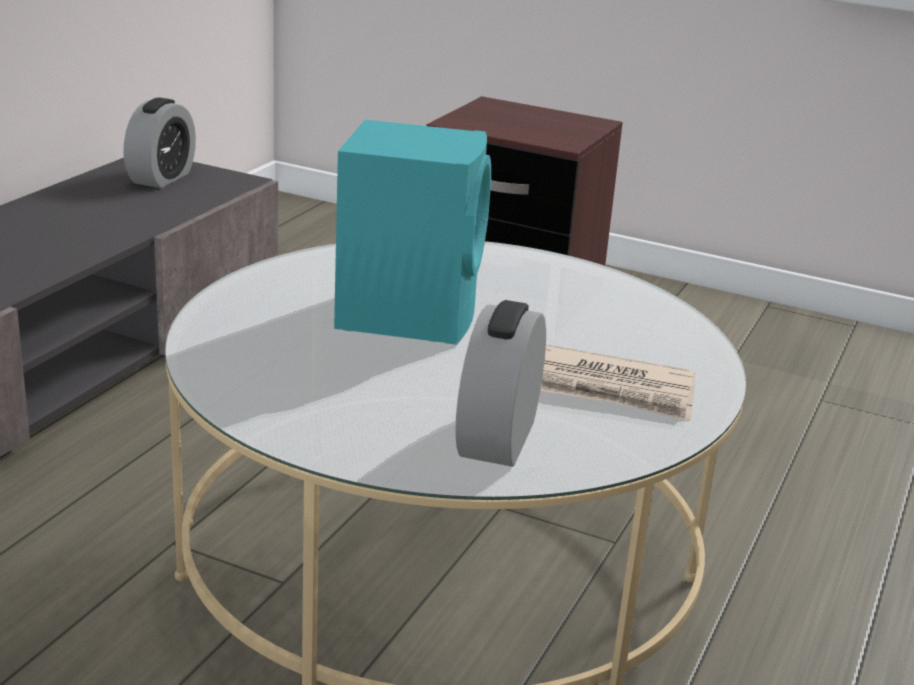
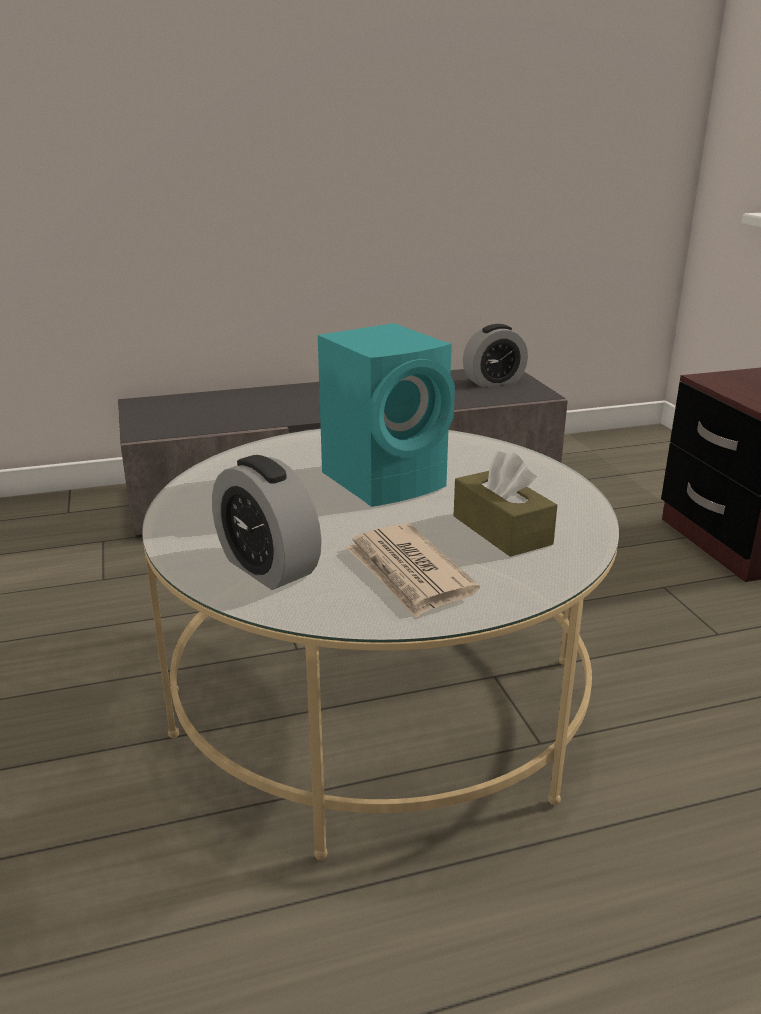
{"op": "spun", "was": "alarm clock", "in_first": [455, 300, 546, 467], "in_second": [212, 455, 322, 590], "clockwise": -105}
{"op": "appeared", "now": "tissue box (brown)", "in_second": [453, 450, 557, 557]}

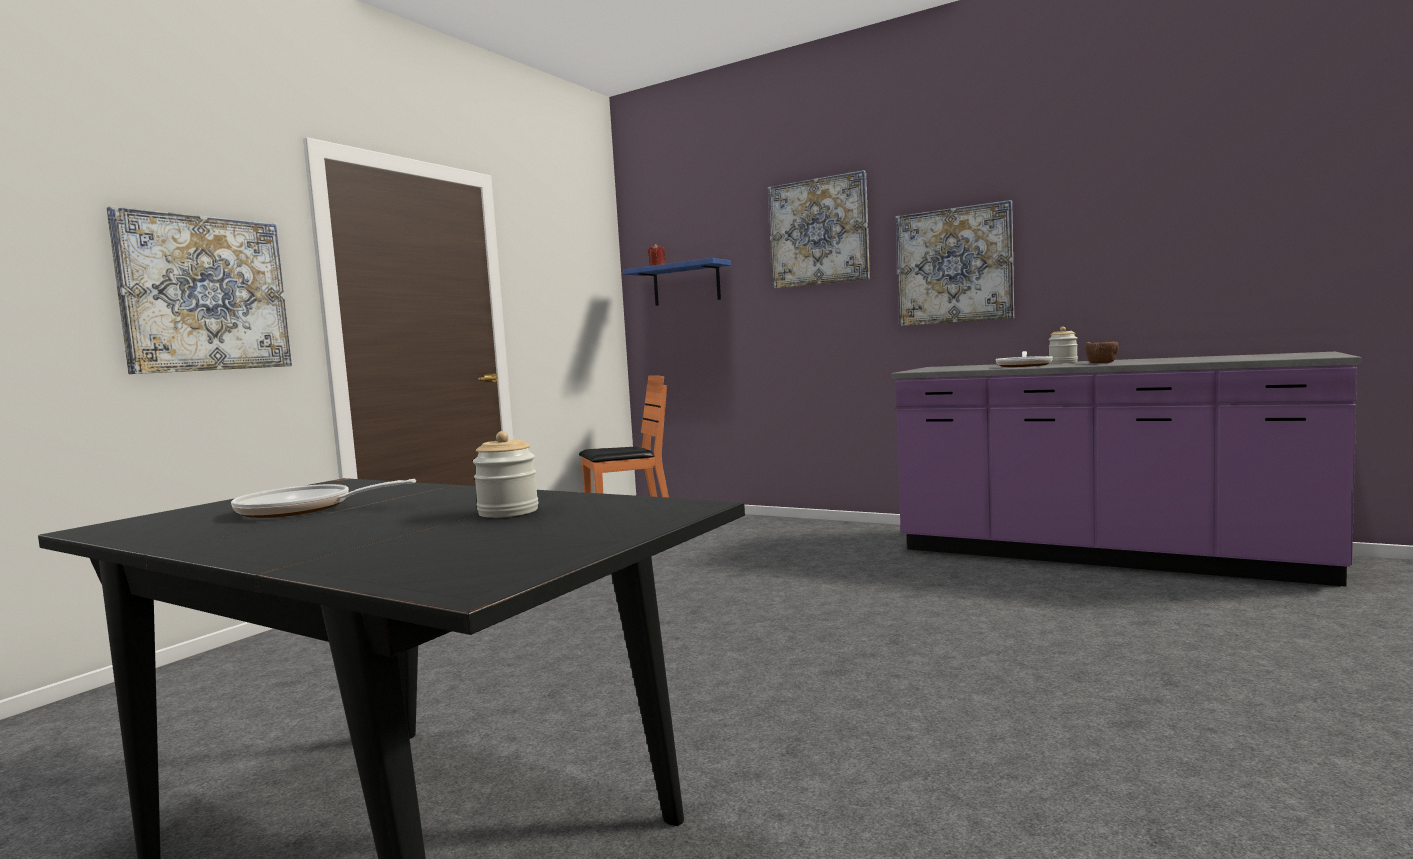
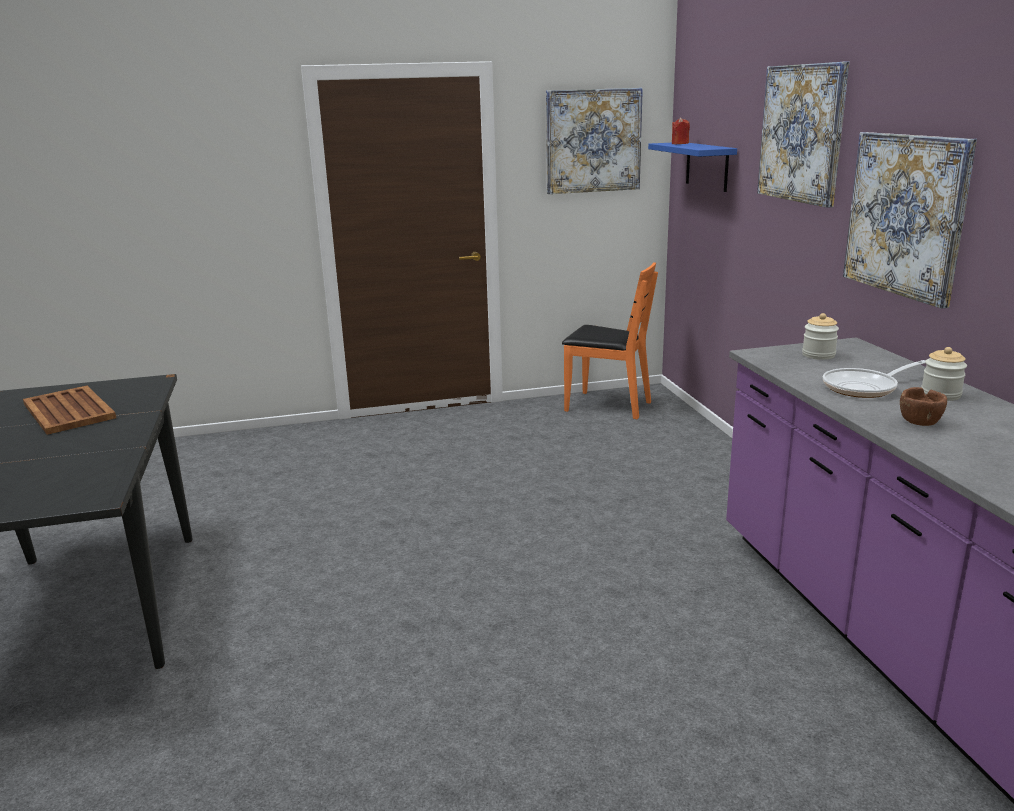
{"op": "relocated", "was": "picture", "in_first": [107, 206, 292, 374], "in_second": [546, 88, 643, 194]}
{"op": "relocated", "was": "jar", "in_first": [473, 431, 539, 518], "in_second": [802, 313, 839, 360]}
{"op": "exchanged", "was": "frying pan", "now": "tray (brown)", "in_first": [231, 479, 416, 518], "in_second": [23, 385, 116, 435]}

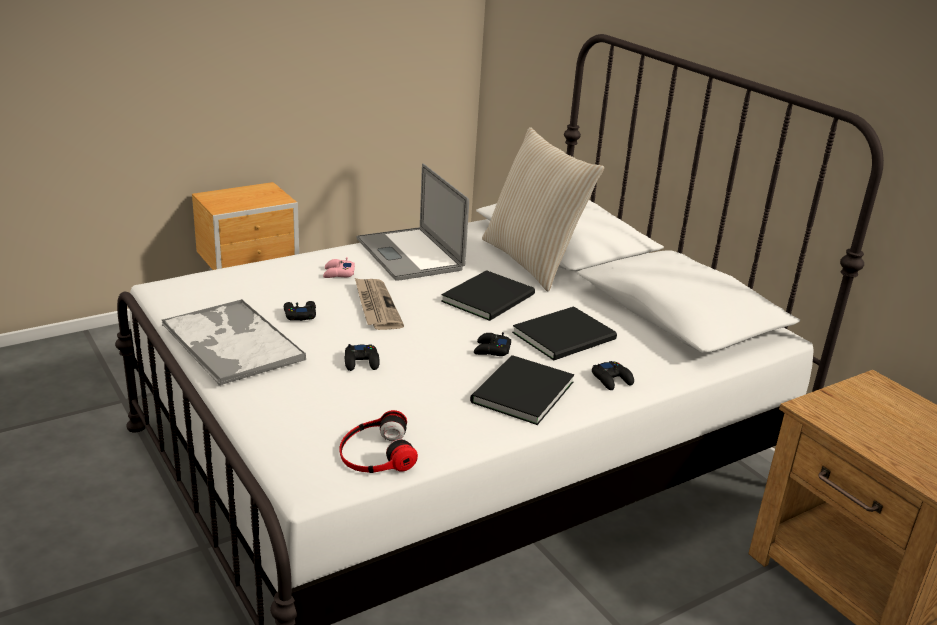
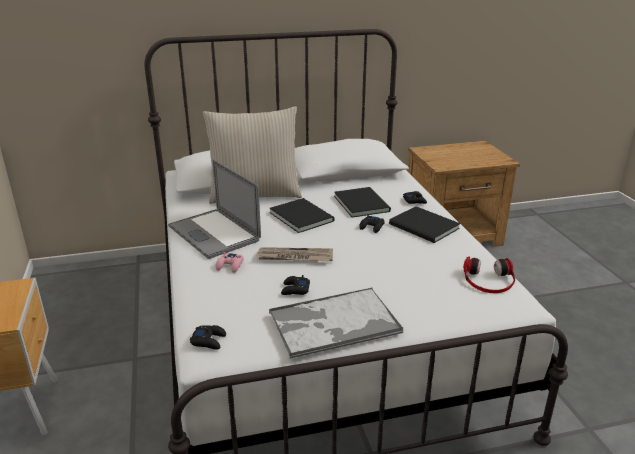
{"op": "spun", "was": "laptop", "in_first": [357, 163, 469, 281], "in_second": [168, 159, 261, 259], "clockwise": 60}
{"op": "relocated", "was": "game controller (black)", "in_first": [345, 344, 380, 371], "in_second": [190, 325, 226, 350]}

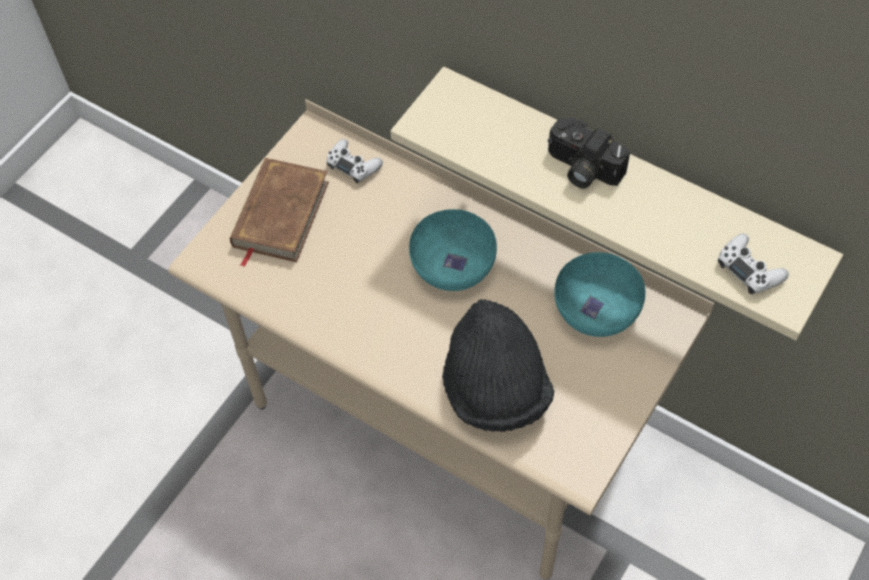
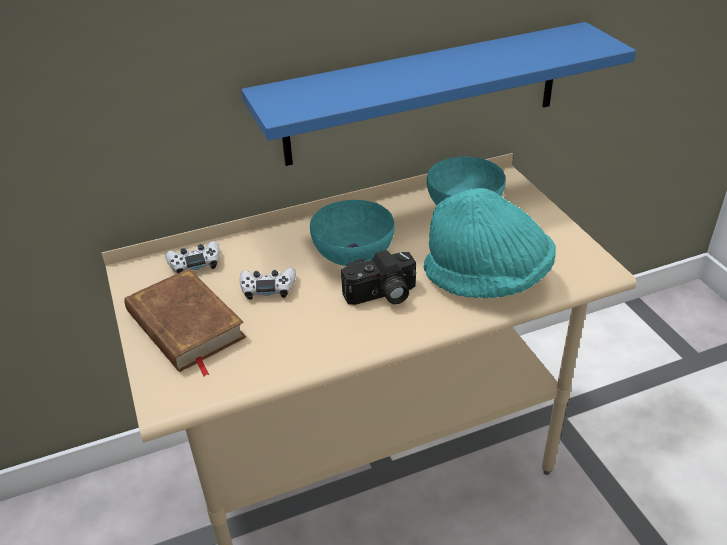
{"op": "colour", "was": "shelf (beige)", "now": "shelf (blue)", "in_first": [391, 67, 843, 340], "in_second": [241, 22, 636, 166]}
{"op": "relocated", "was": "photo camera", "in_first": [548, 117, 630, 189], "in_second": [341, 250, 416, 305]}
{"op": "relocated", "was": "game controller (white)", "in_first": [718, 234, 789, 294], "in_second": [239, 268, 296, 300]}
{"op": "colour", "was": "hat (black)", "now": "hat (turquoise)", "in_first": [442, 299, 554, 432], "in_second": [424, 188, 556, 298]}

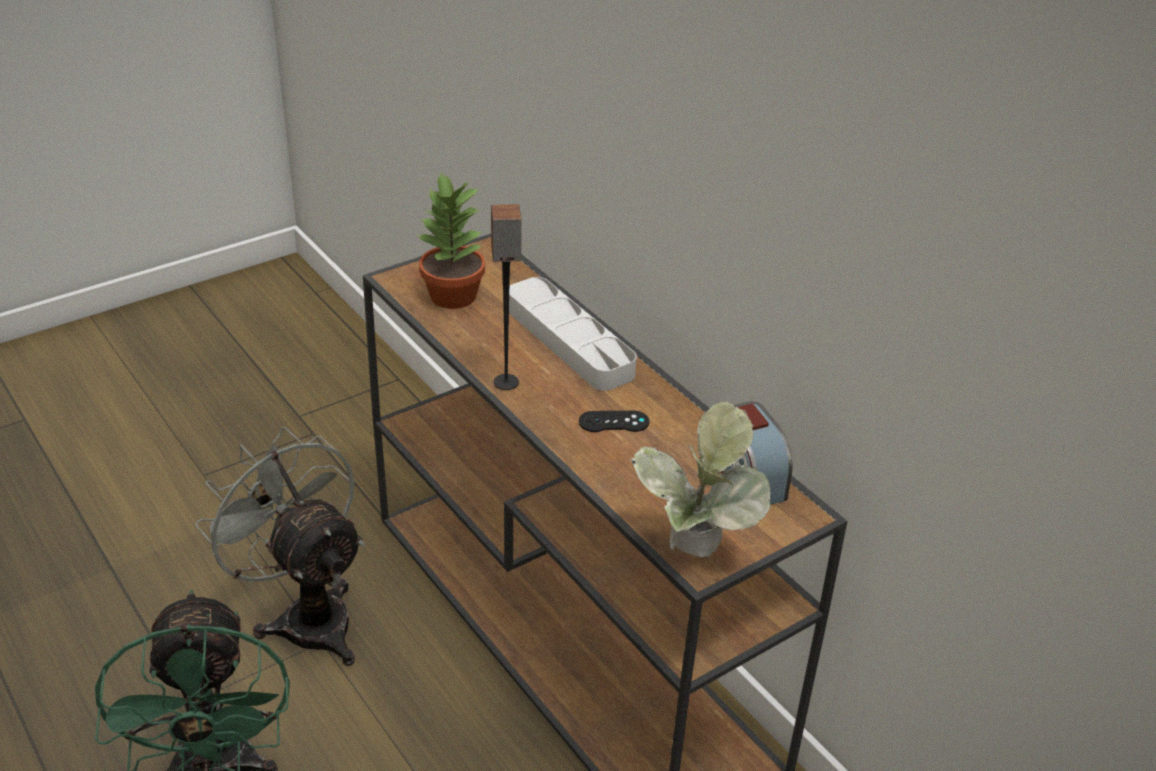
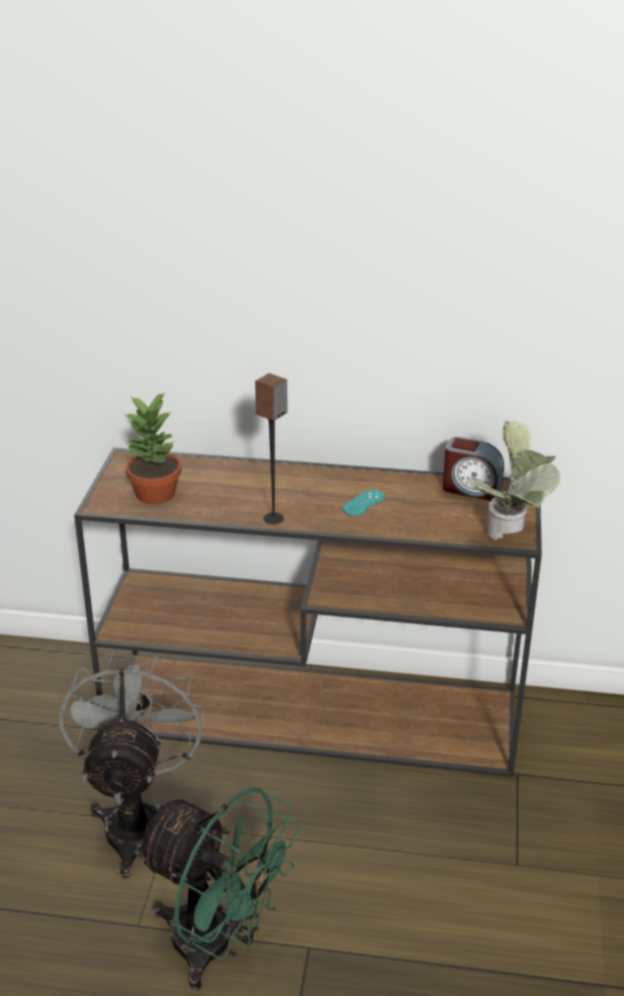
{"op": "missing", "was": "tray (grey)", "in_first": [509, 277, 637, 391]}
{"op": "colour", "was": "game controller (black)", "now": "game controller (turquoise)", "in_first": [579, 411, 650, 432], "in_second": [343, 490, 385, 516]}
{"op": "spun", "was": "fan (grey)", "in_first": [195, 427, 365, 666], "in_second": [59, 651, 204, 878], "clockwise": 90}

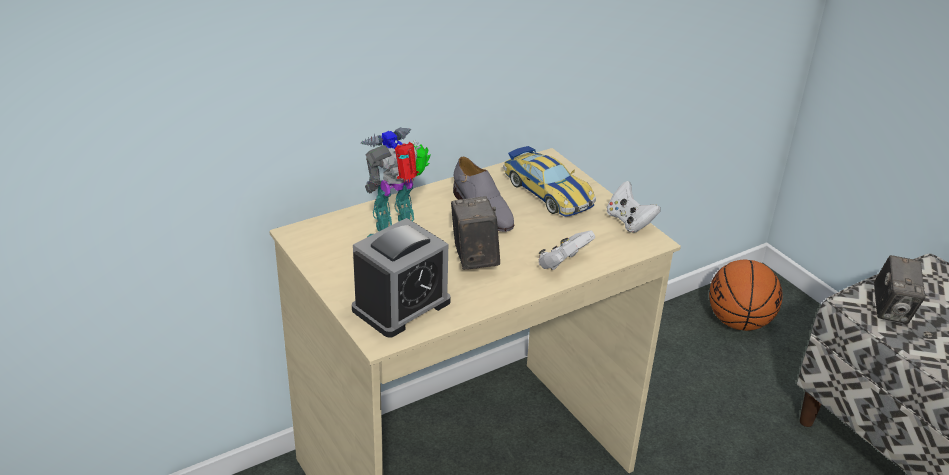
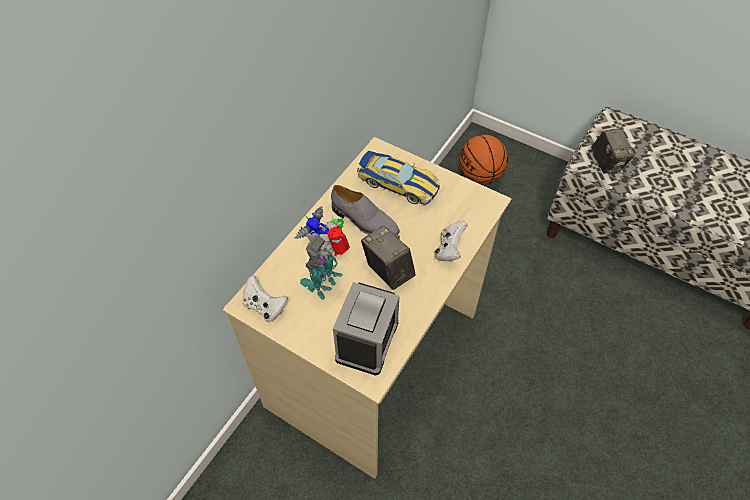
{"op": "relocated", "was": "game controller (white)", "in_first": [607, 181, 661, 233], "in_second": [243, 275, 288, 322]}

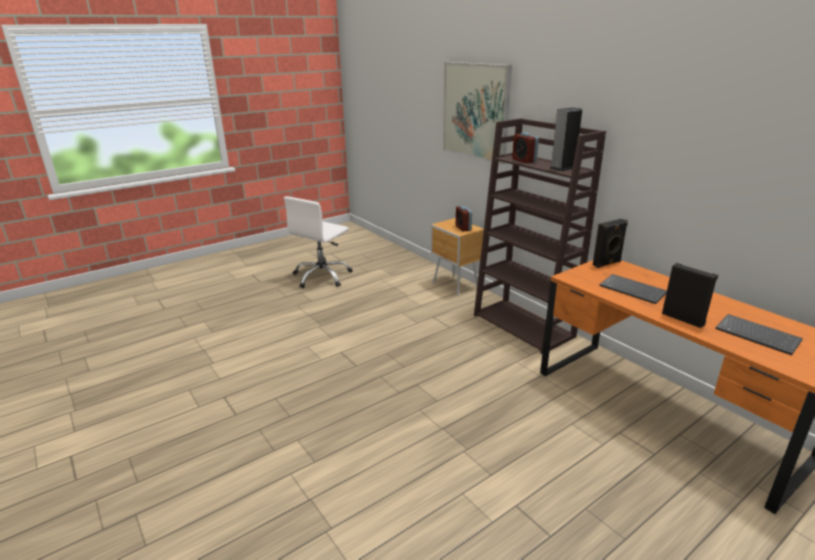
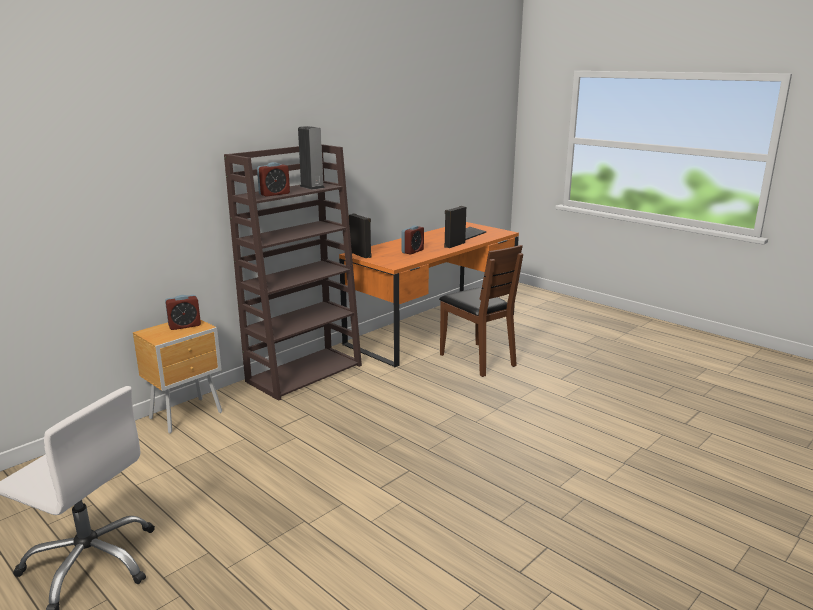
{"op": "missing", "was": "picture", "in_first": [443, 62, 512, 164]}
{"op": "exchanged", "was": "keyboard", "now": "alarm clock", "in_first": [599, 274, 667, 304], "in_second": [402, 226, 424, 255]}
{"op": "appeared", "now": "chair (brown)", "in_second": [439, 245, 523, 377]}

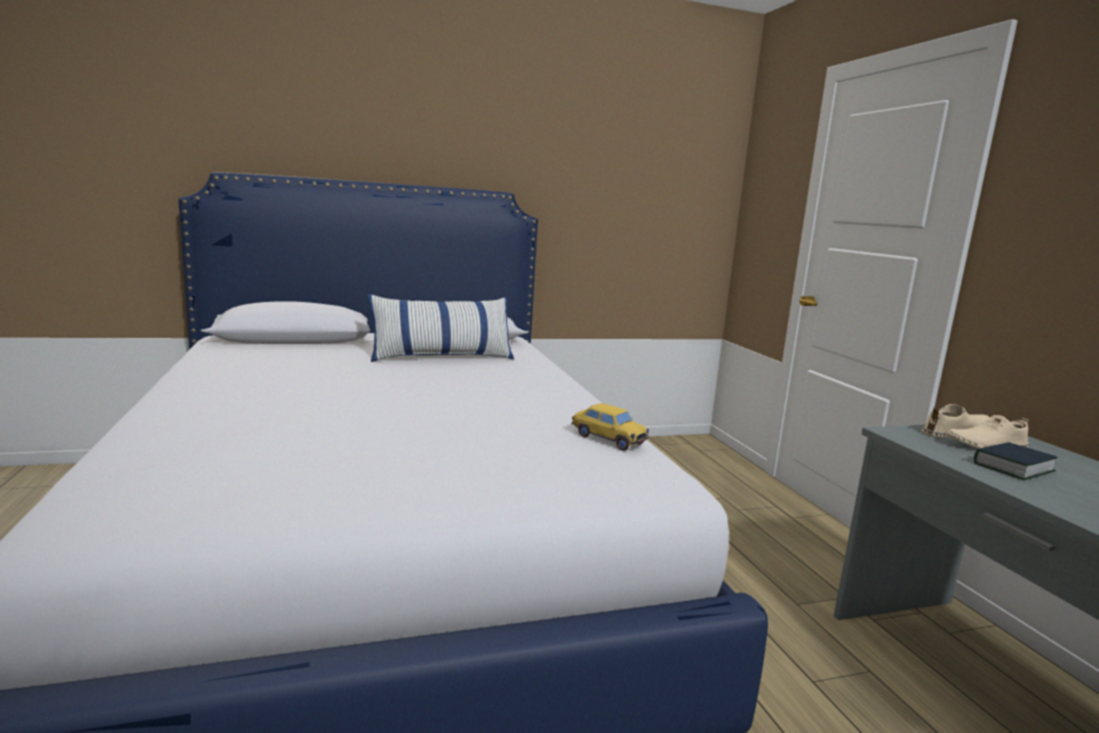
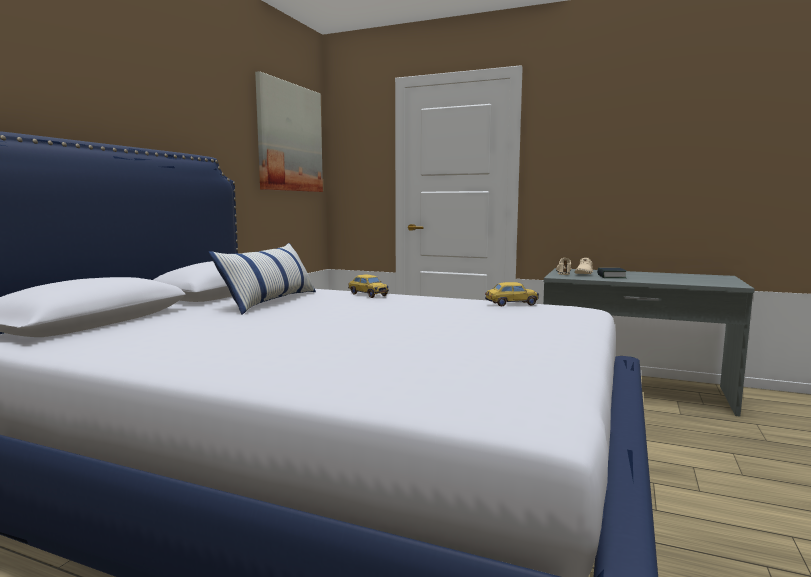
{"op": "appeared", "now": "picture", "in_second": [255, 71, 323, 192]}
{"op": "appeared", "now": "toy car", "in_second": [348, 275, 389, 298]}

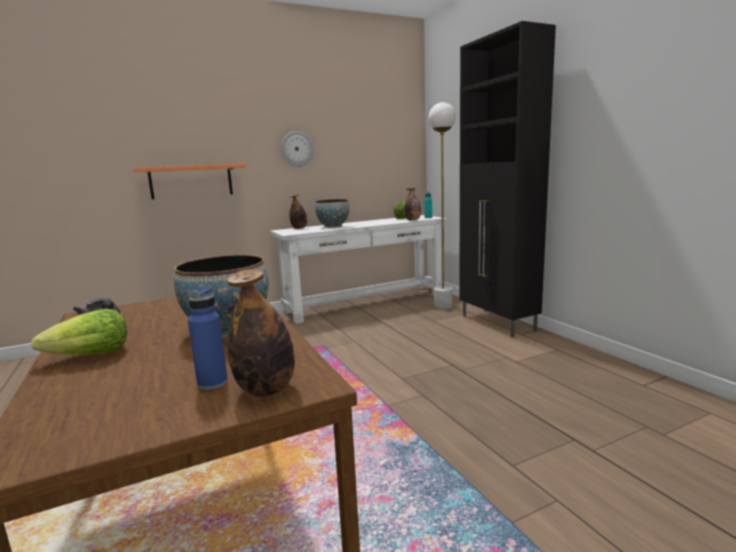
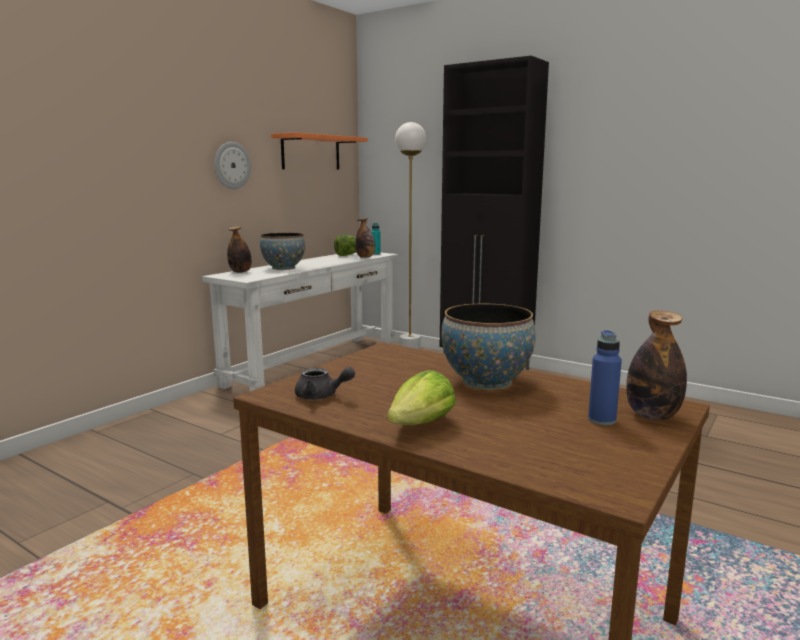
{"op": "relocated", "was": "shelf (orange)", "in_first": [133, 164, 246, 199], "in_second": [271, 133, 368, 170]}

